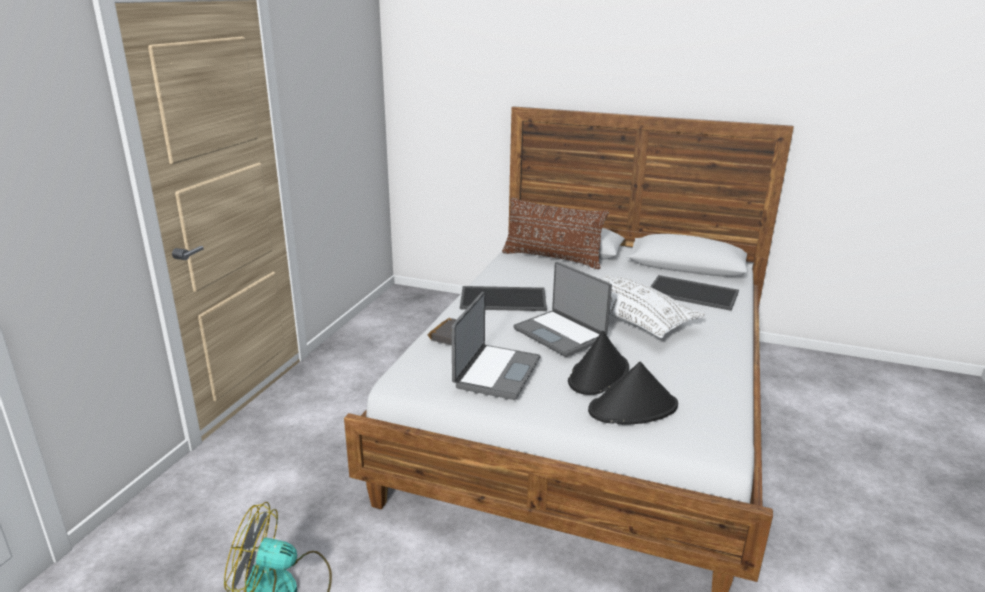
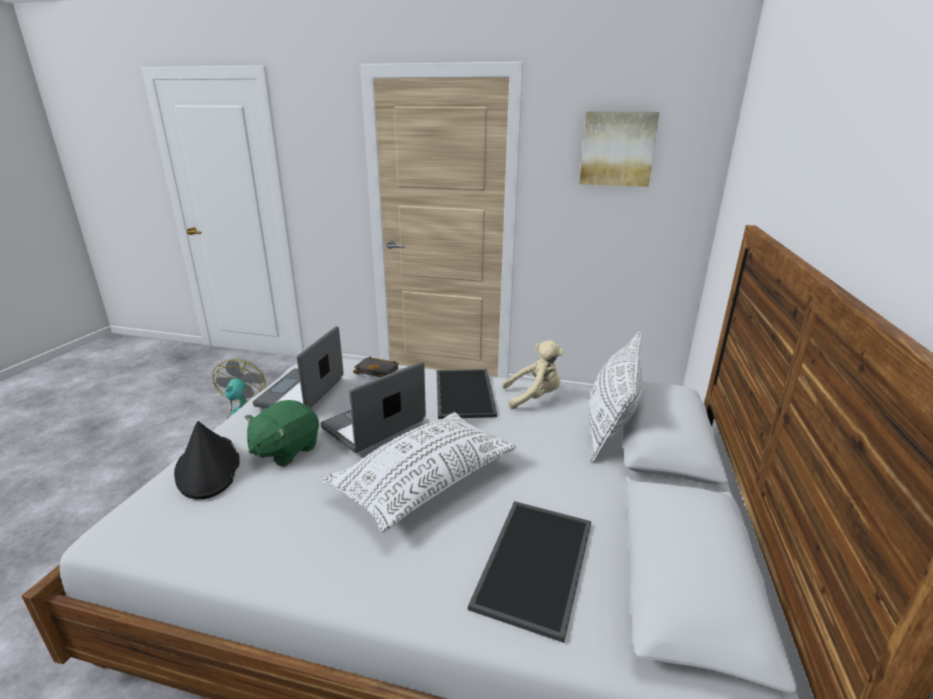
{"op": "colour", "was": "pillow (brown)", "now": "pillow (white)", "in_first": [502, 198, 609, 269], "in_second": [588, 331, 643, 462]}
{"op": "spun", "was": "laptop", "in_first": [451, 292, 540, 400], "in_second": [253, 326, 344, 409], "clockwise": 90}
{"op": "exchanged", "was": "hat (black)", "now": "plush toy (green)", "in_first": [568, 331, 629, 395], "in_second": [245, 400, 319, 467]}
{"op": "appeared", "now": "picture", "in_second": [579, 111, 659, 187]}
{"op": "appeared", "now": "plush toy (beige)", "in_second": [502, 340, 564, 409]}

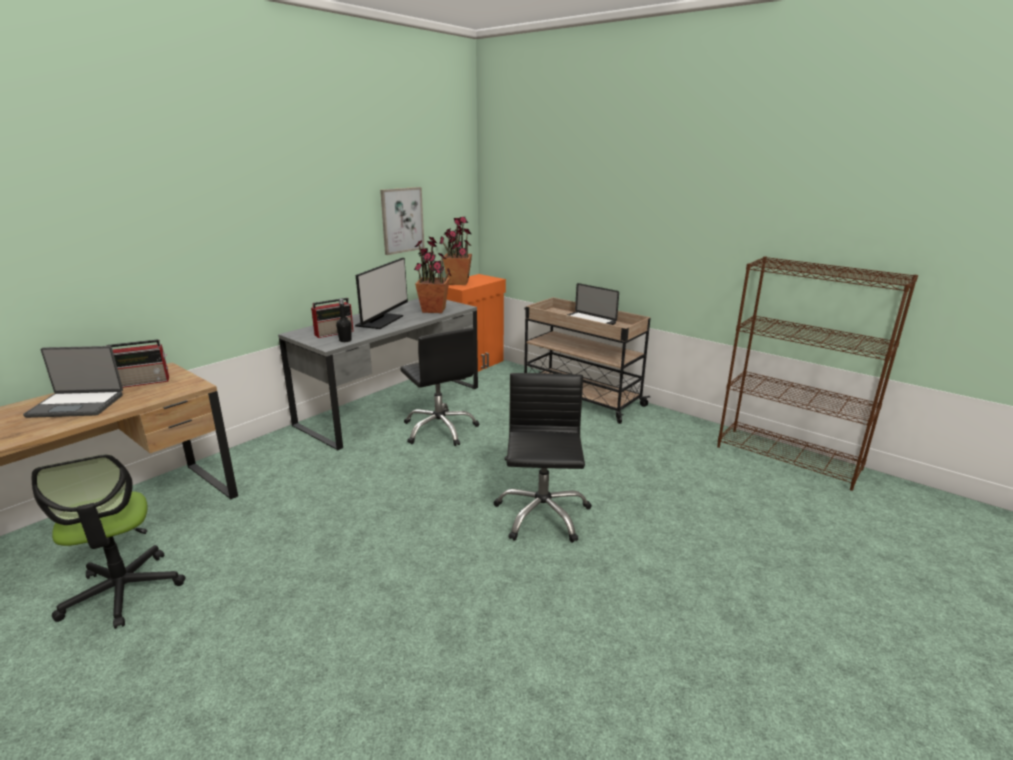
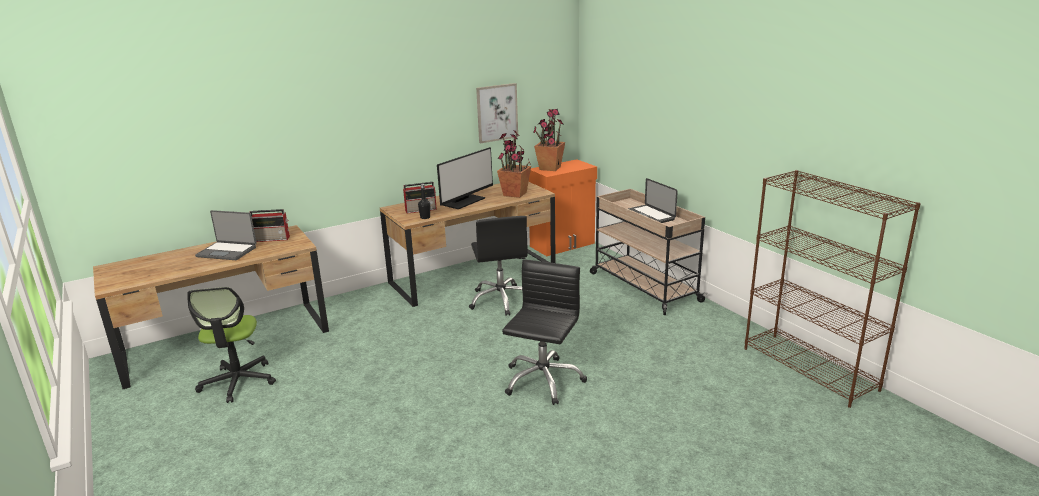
{"op": "colour", "was": "desk (grey)", "now": "desk (brown)", "in_first": [278, 298, 478, 451], "in_second": [380, 182, 556, 307]}

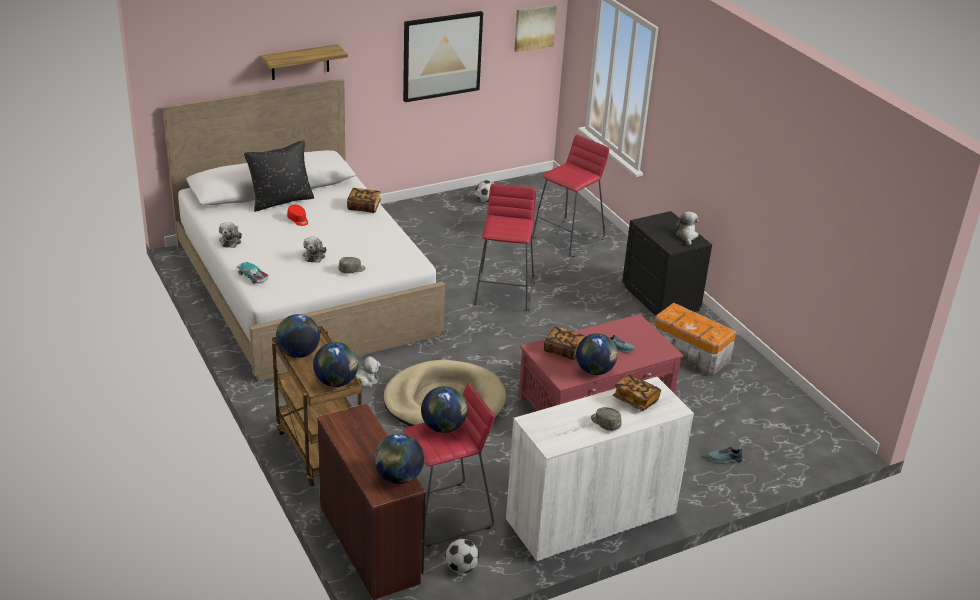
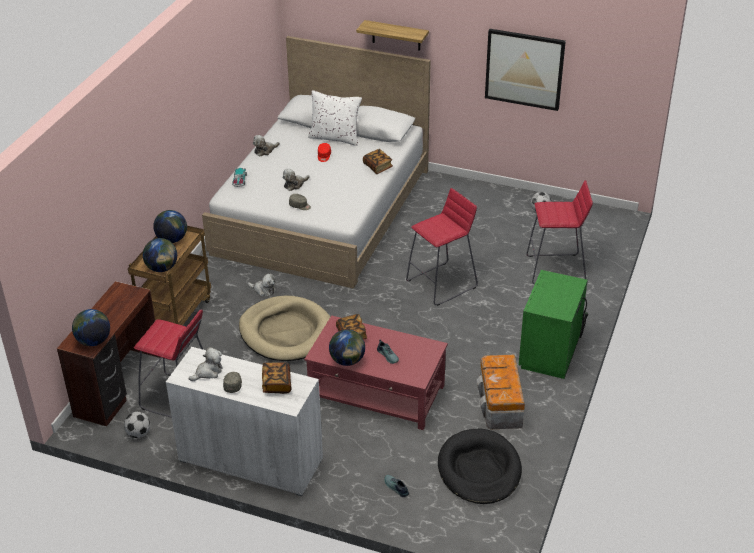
{"op": "missing", "was": "picture", "in_first": [514, 4, 557, 52]}
{"op": "colour", "was": "pillow (black)", "now": "pillow (white)", "in_first": [244, 141, 314, 212], "in_second": [308, 90, 362, 146]}
{"op": "colour", "was": "nightstand (black)", "now": "nightstand (green)", "in_first": [622, 211, 712, 316], "in_second": [519, 270, 588, 379]}
{"op": "relocated", "was": "plush toy", "in_first": [676, 211, 699, 245], "in_second": [189, 347, 223, 381]}
{"op": "missing", "was": "globe", "in_first": [421, 386, 468, 433]}
{"op": "appeared", "now": "dog bed (black)", "in_second": [438, 429, 522, 504]}

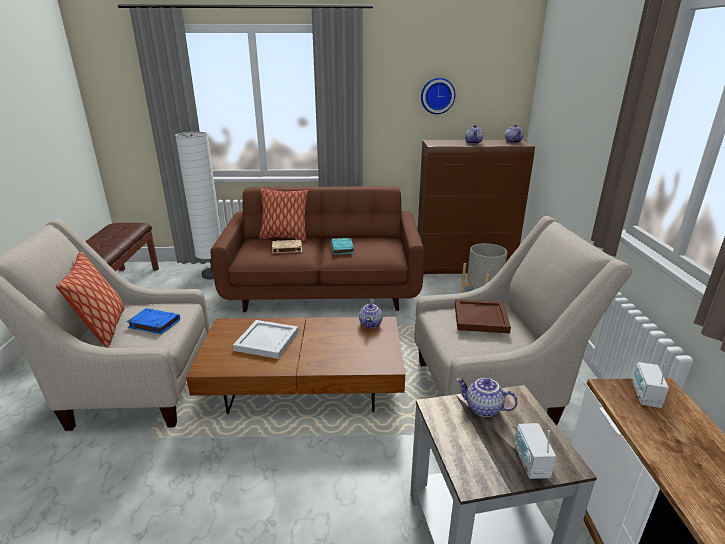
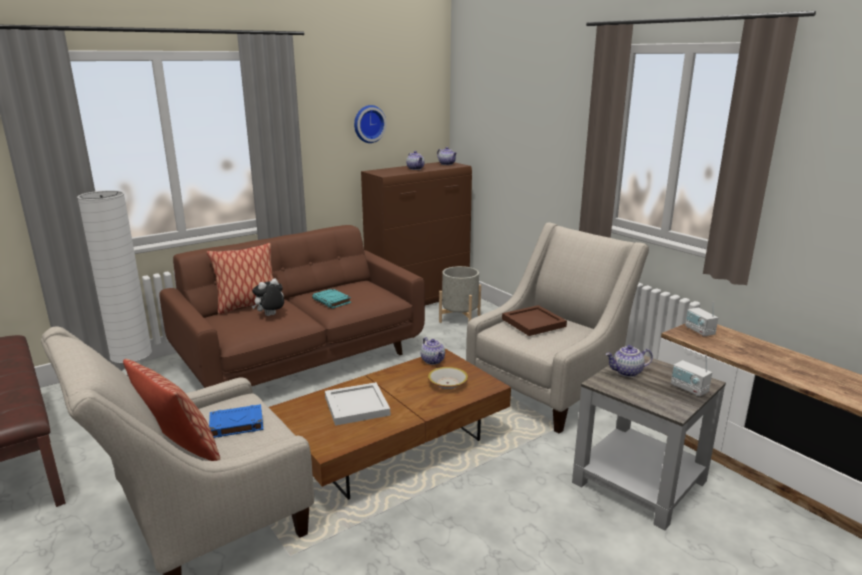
{"op": "exchanged", "was": "book (beige)", "now": "plush toy", "in_first": [272, 240, 302, 253], "in_second": [252, 278, 284, 316]}
{"op": "appeared", "now": "bowl", "in_second": [428, 367, 468, 389]}

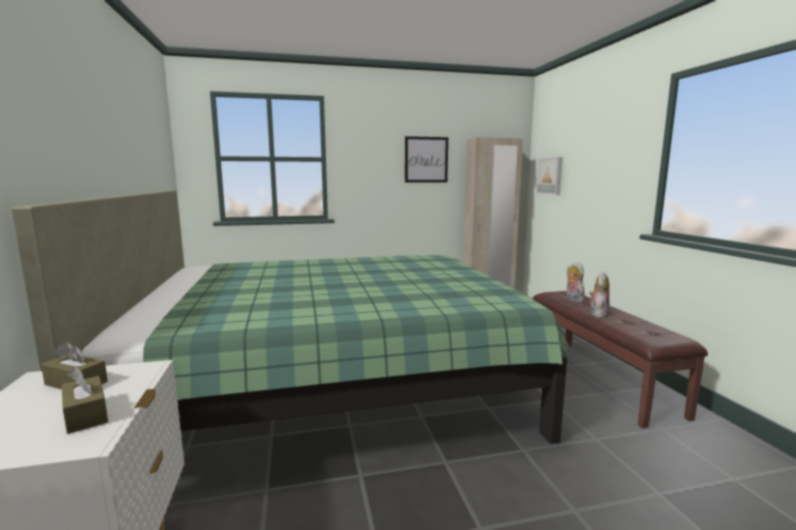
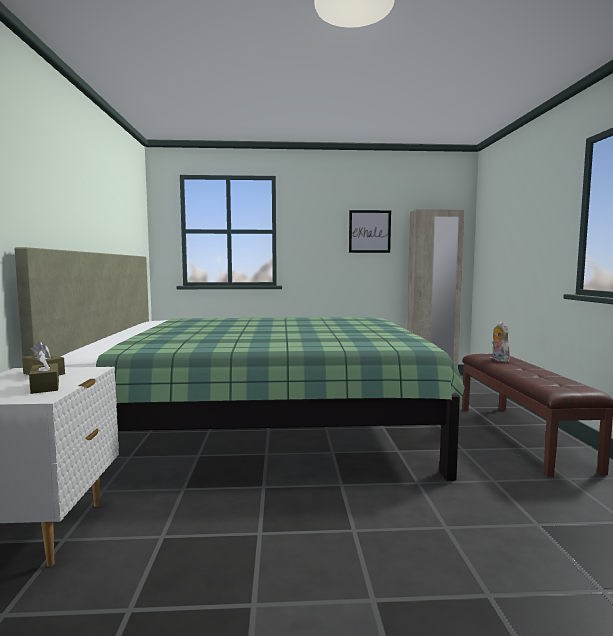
{"op": "missing", "was": "picture", "in_first": [536, 157, 563, 195]}
{"op": "missing", "was": "plush toy", "in_first": [589, 271, 610, 318]}

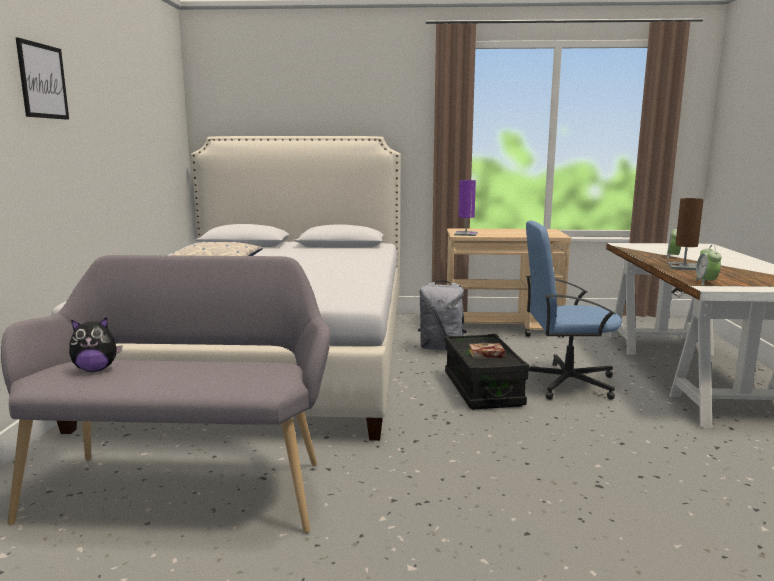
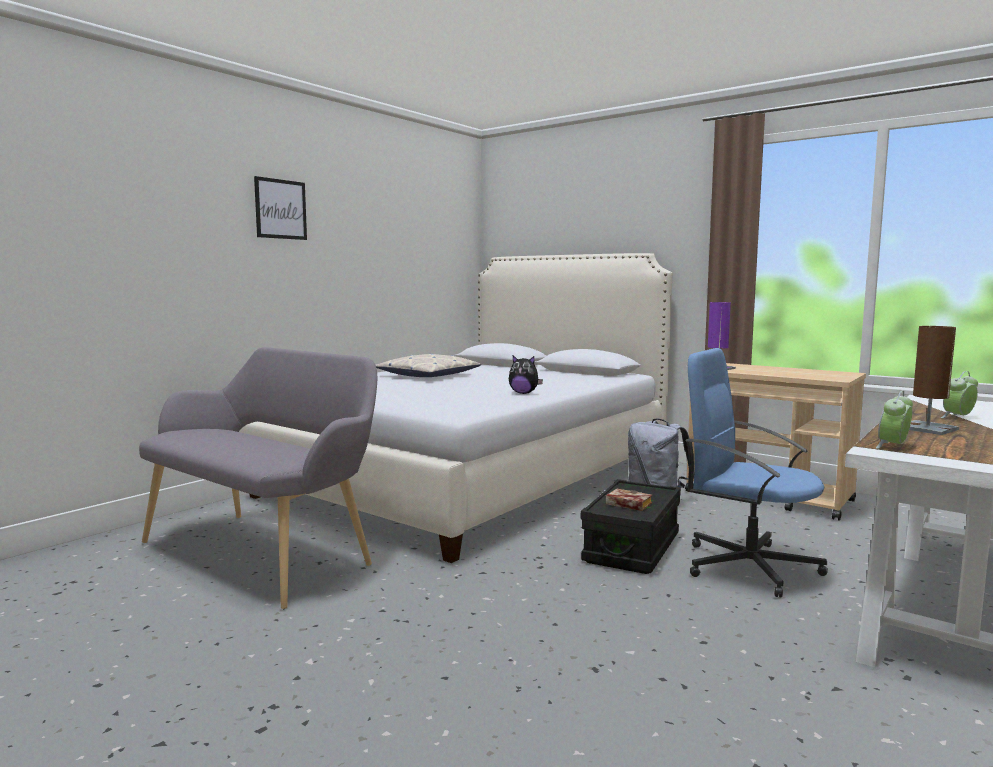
{"op": "relocated", "was": "plush toy", "in_first": [69, 317, 122, 372], "in_second": [509, 356, 543, 394]}

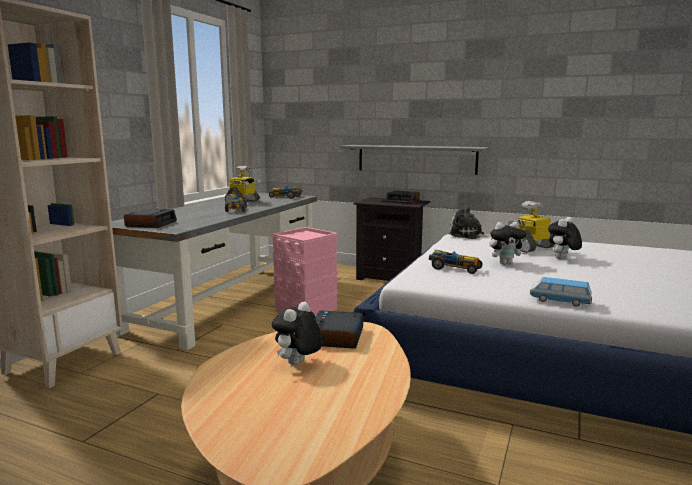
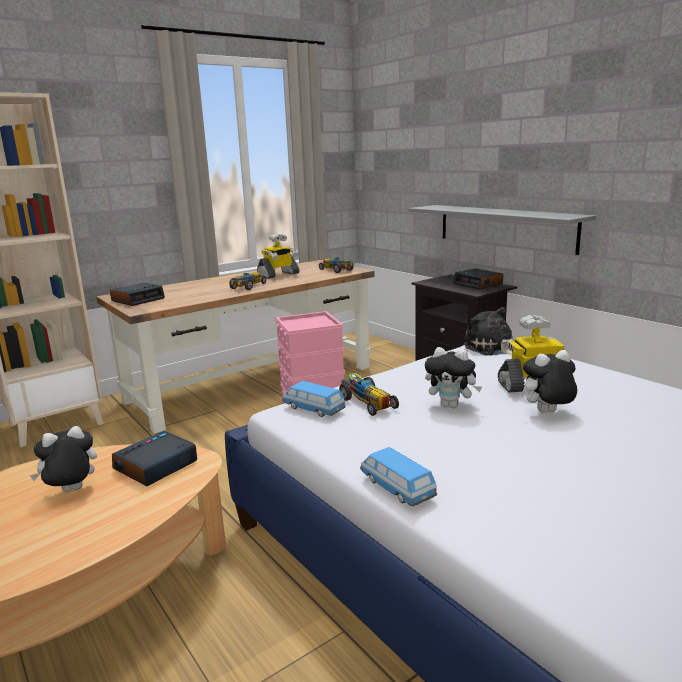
{"op": "colour", "was": "desk (grey)", "now": "desk (brown)", "in_first": [112, 193, 317, 350], "in_second": [96, 260, 375, 434]}
{"op": "appeared", "now": "toy car", "in_second": [282, 381, 346, 417]}

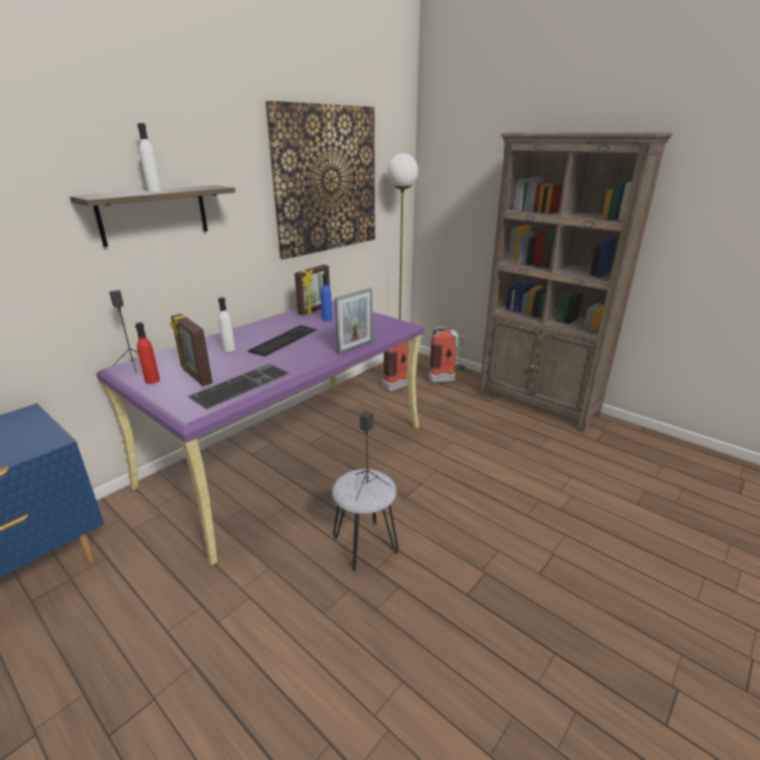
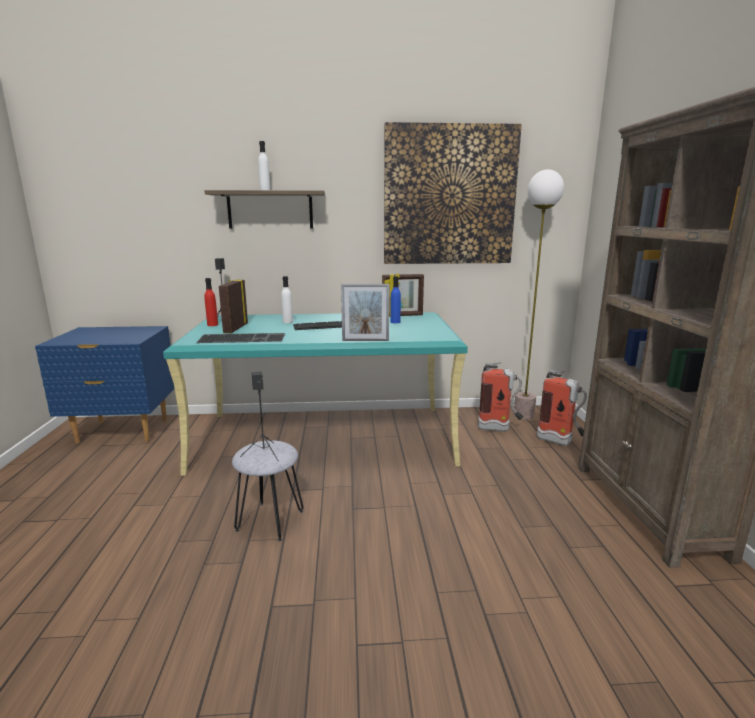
{"op": "colour", "was": "desk (purple)", "now": "desk (turquoise)", "in_first": [96, 300, 424, 565], "in_second": [163, 312, 468, 476]}

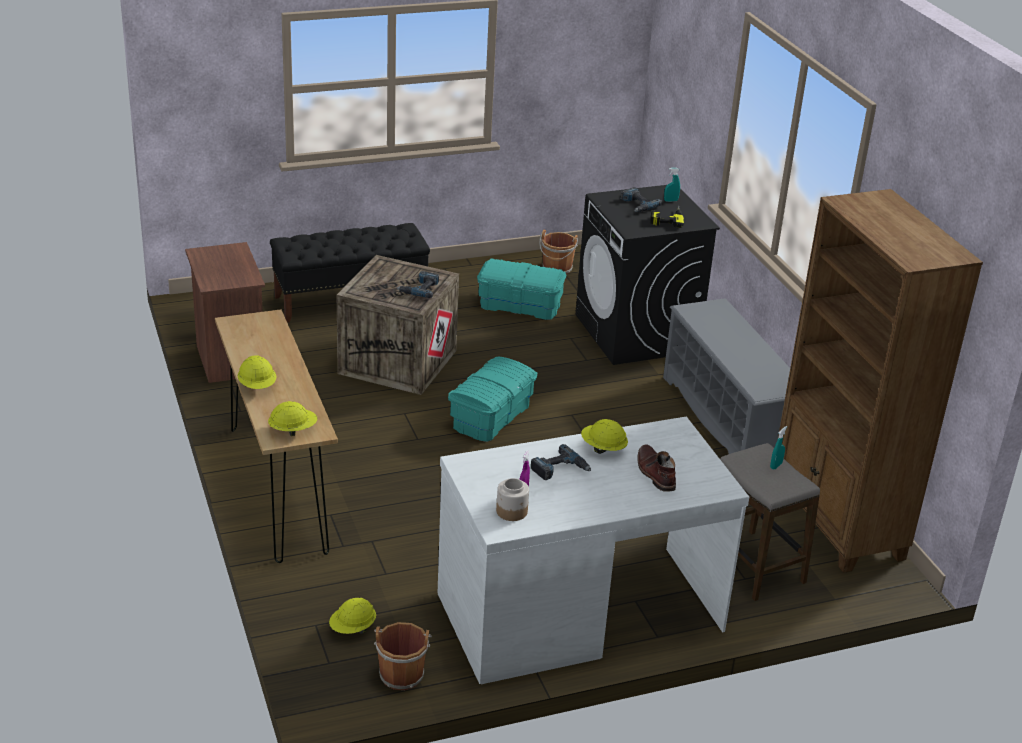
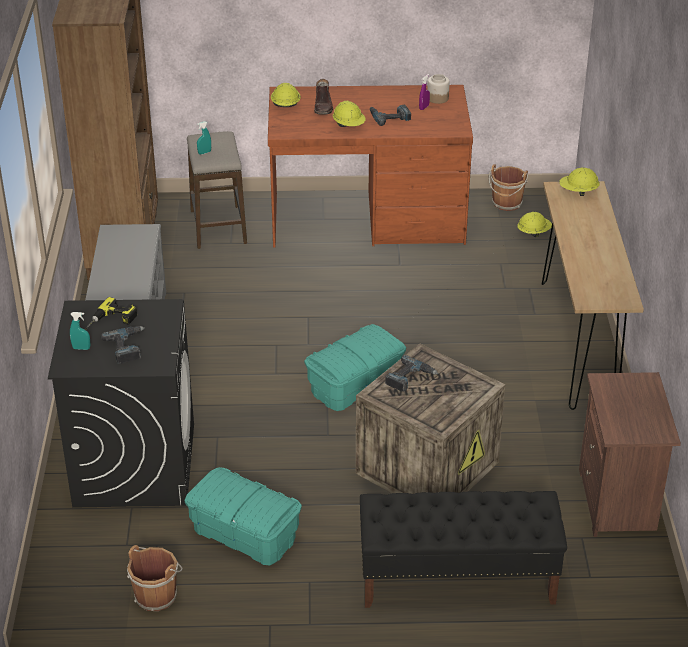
{"op": "relocated", "was": "hard hat (yellow)", "in_first": [238, 355, 277, 389], "in_second": [271, 83, 301, 107]}
{"op": "colour", "was": "desk (white)", "now": "desk (brown)", "in_first": [437, 416, 749, 684], "in_second": [268, 85, 473, 247]}

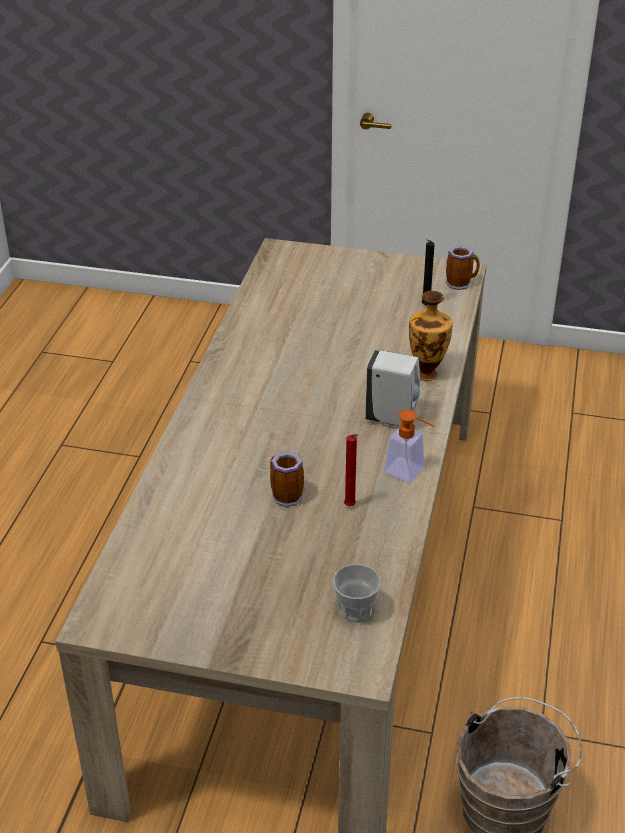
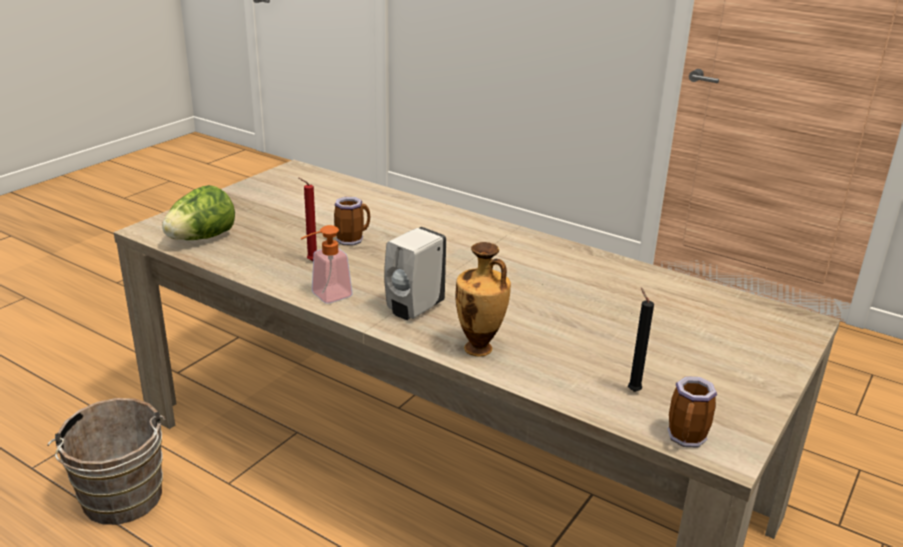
{"op": "exchanged", "was": "cup", "now": "lettuce", "in_first": [332, 564, 381, 623], "in_second": [162, 185, 235, 240]}

